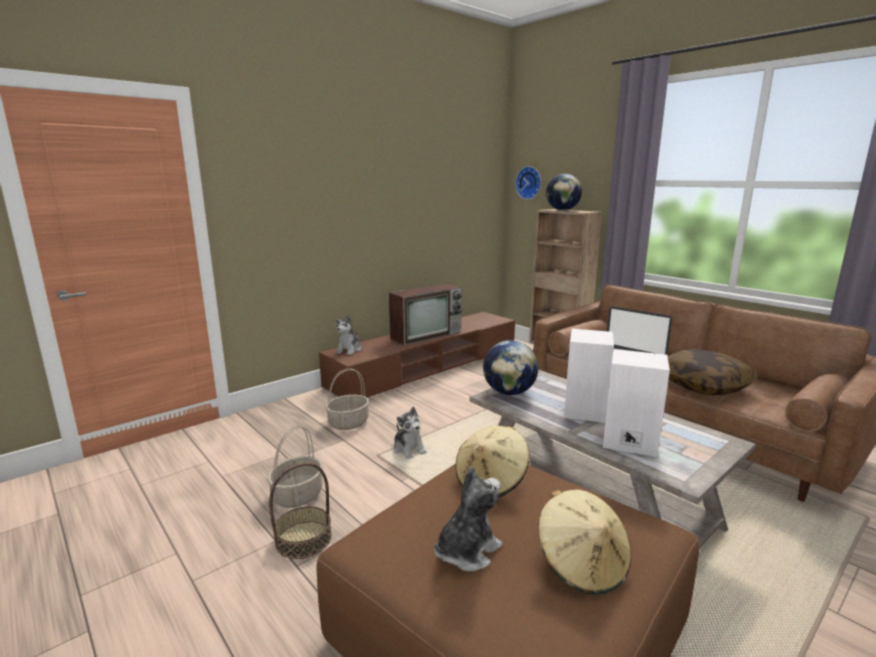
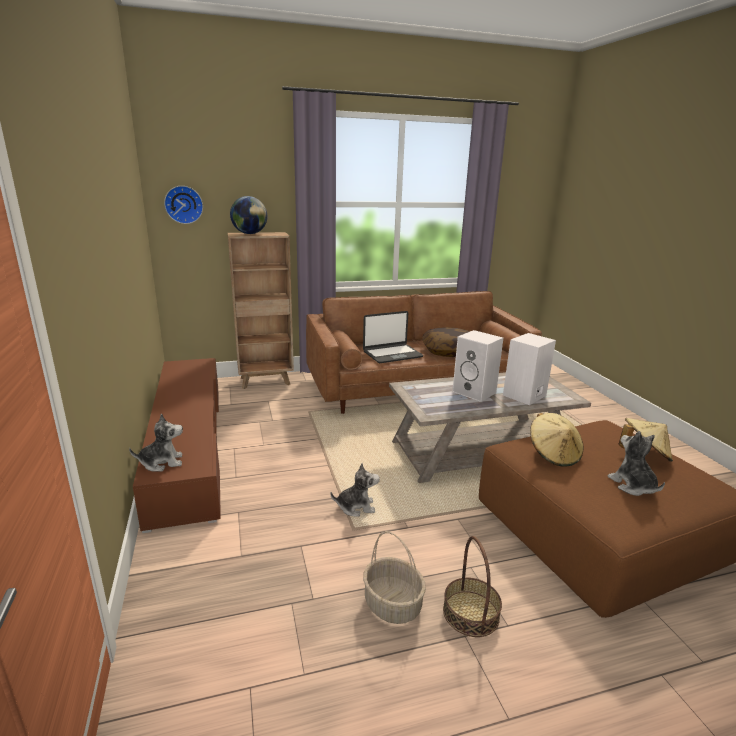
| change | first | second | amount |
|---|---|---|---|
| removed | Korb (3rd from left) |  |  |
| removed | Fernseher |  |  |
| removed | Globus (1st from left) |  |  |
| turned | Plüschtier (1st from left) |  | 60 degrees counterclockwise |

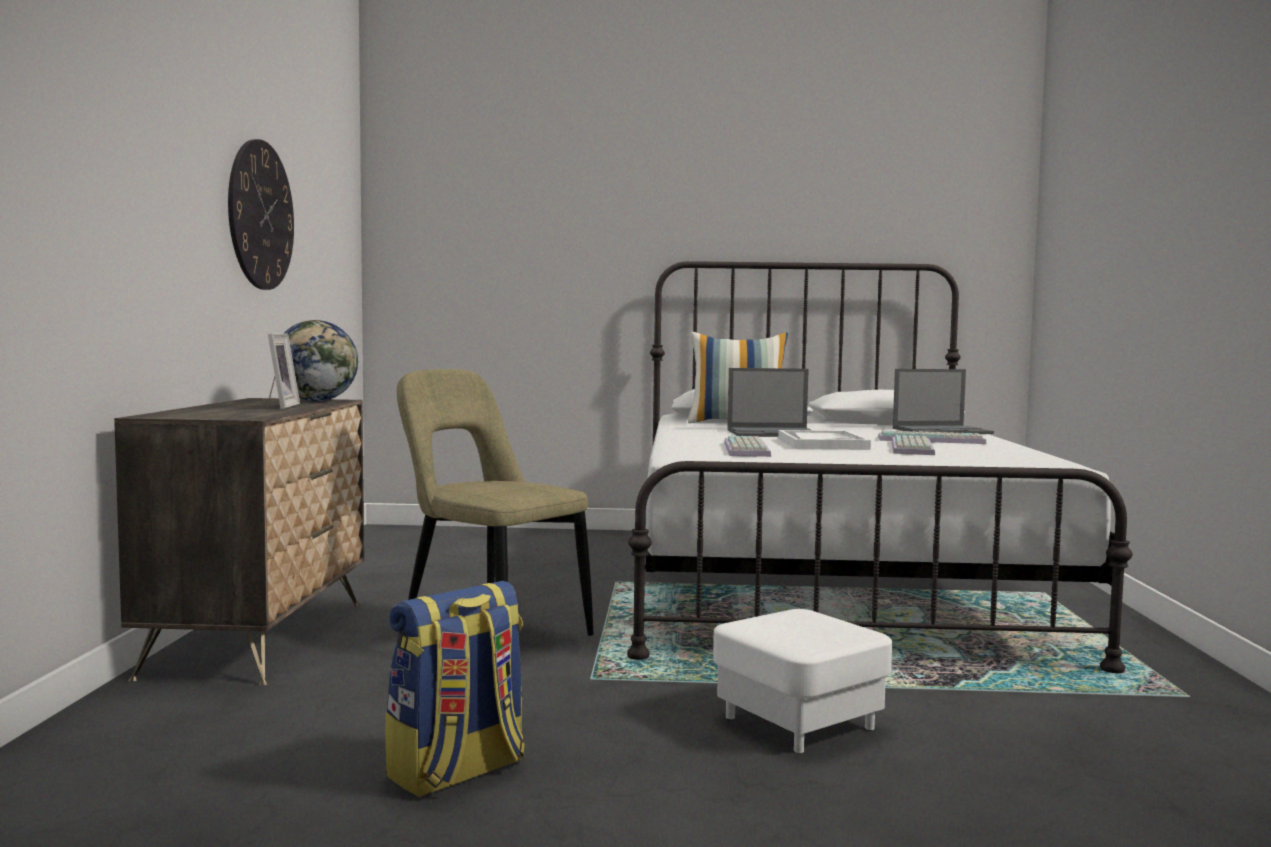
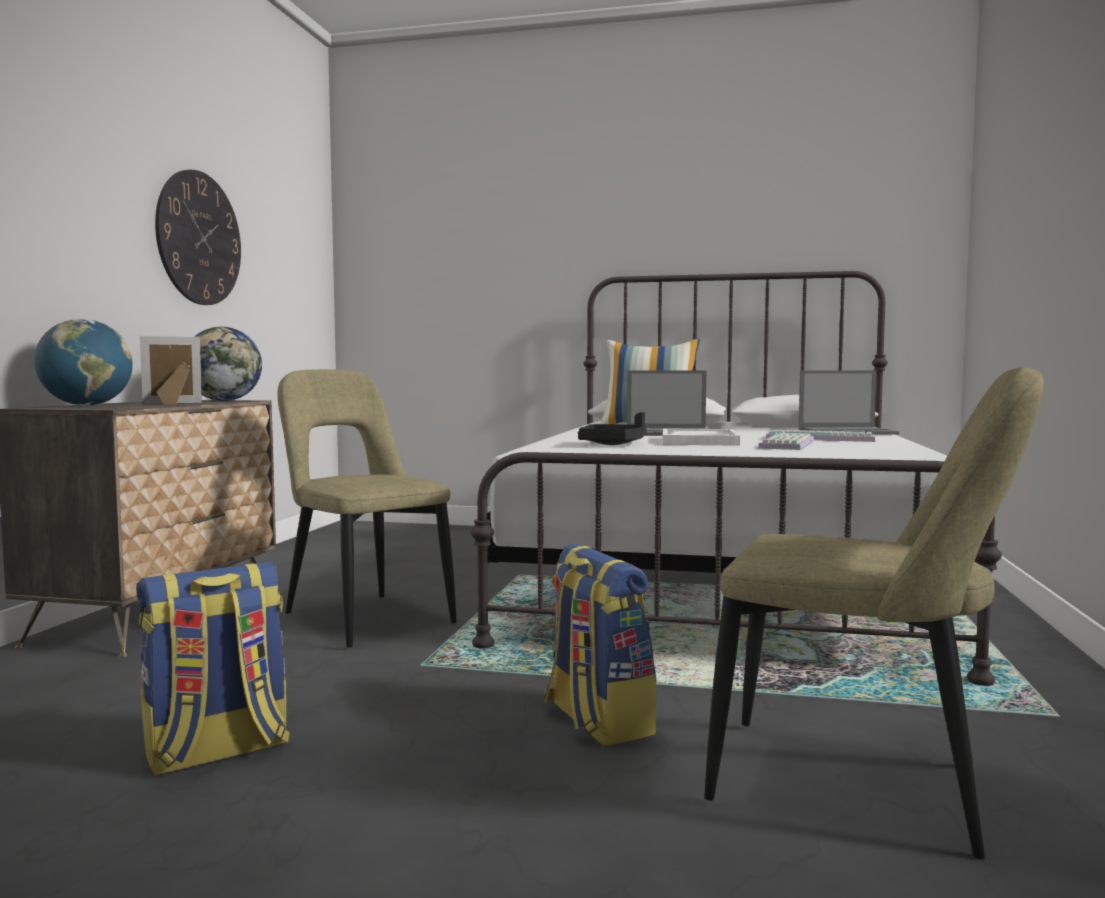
| change | first | second | amount |
|---|---|---|---|
| added |  | Globus (1st from left) |  |
| added |  | Stuhl [beige] (2nd from left) |  |
| replaced | Polsterhocker [weiß] | Rucksack (2nd from left) |  |
| replaced | Tastatur (1st from left) | Tablett [schwarz] |  |
| turned | Bilderrahmen |  | 120 degrees counterclockwise |

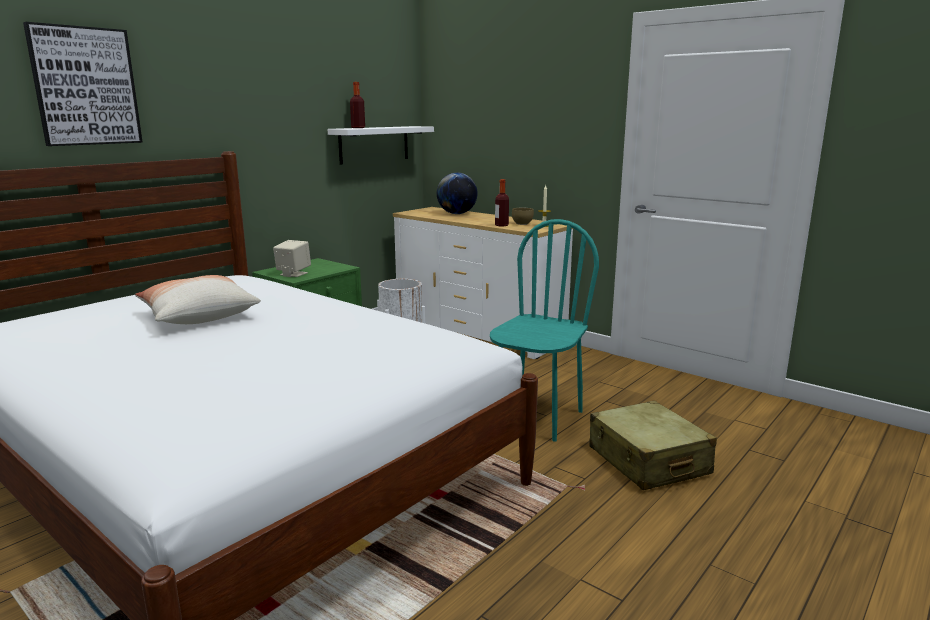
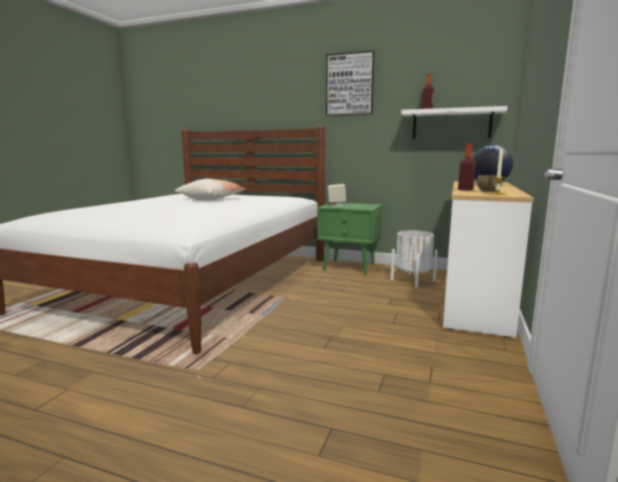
| change | first | second | amount |
|---|---|---|---|
| removed | Stuhl [türkis] |  |  |
| removed | Koffer [beige] |  |  |
| moved | Bild |  |  |

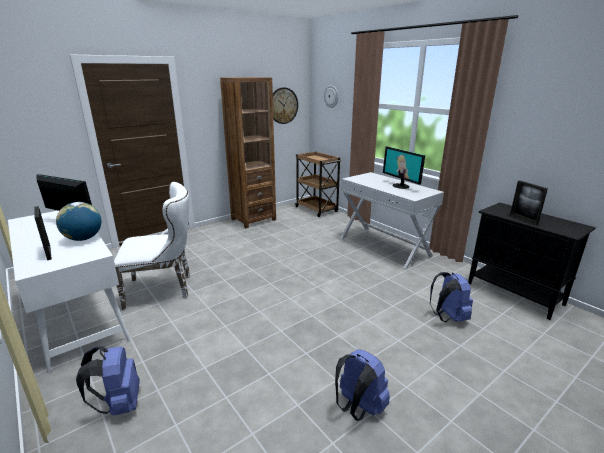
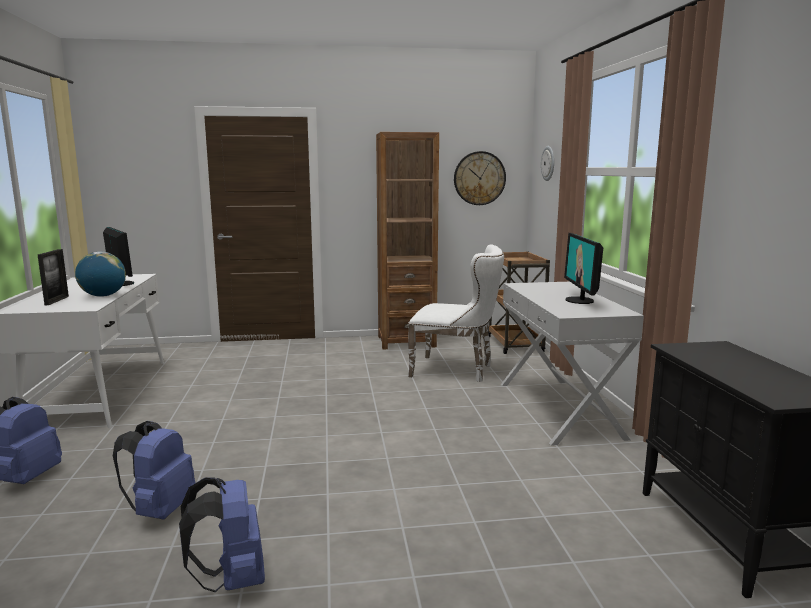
| change | first | second | amount |
|---|---|---|---|
| removed | Bilderrahmen (2nd from left) |  |  |
| moved | Stuhl [weiß] |  |  |
| moved | Rucksack [blau] (3rd from left in the first image) | Rucksack [blau] (2nd from left) |  |

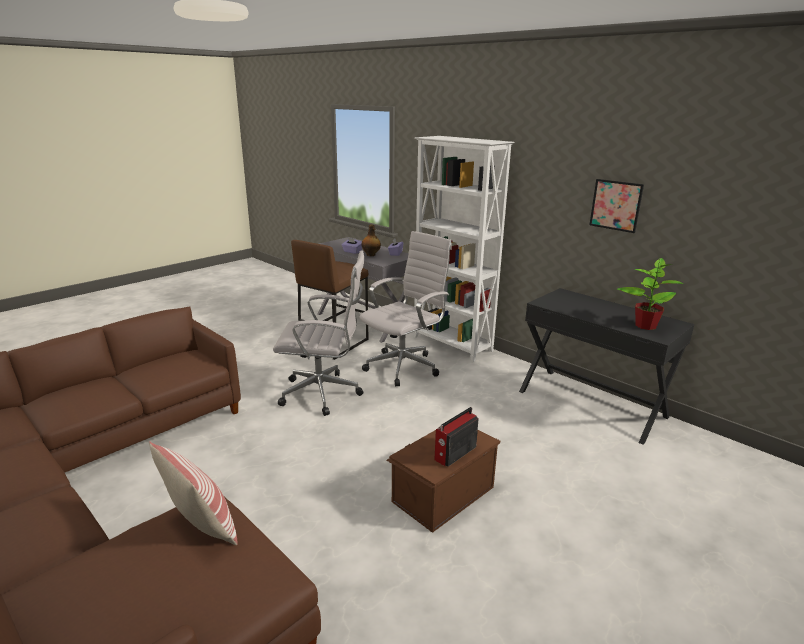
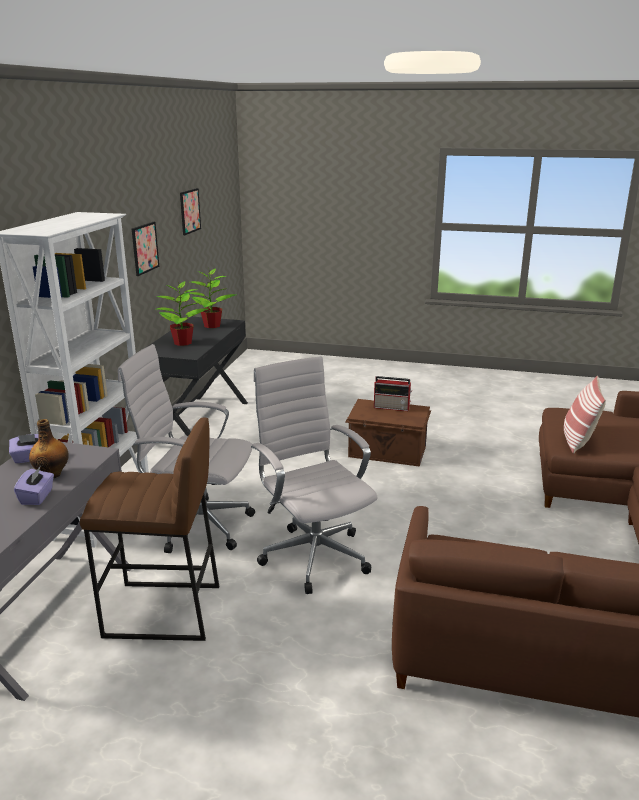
| change | first | second | amount |
|---|---|---|---|
| added |  | Topfpflanze (1st from left) |  |
| added |  | Bild (2nd from left) |  |

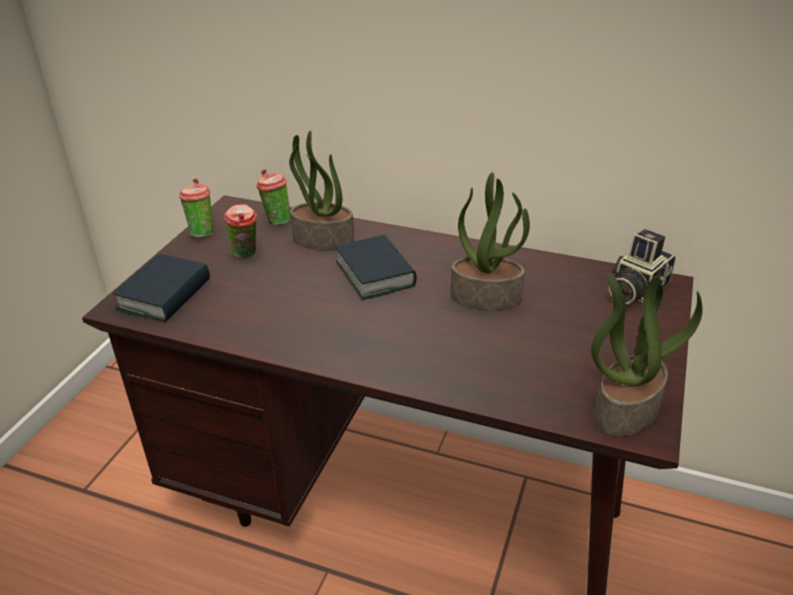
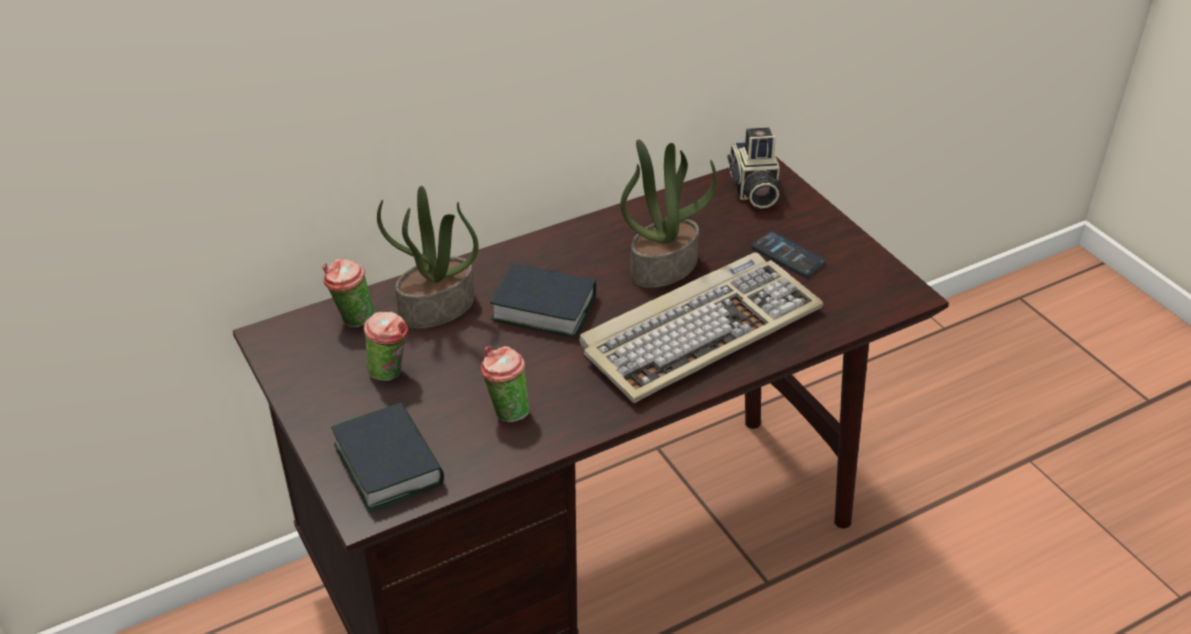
| change | first | second | amount |
|---|---|---|---|
| removed | Topfpflanze (3rd from left) |  |  |
| added |  | Tastatur |  |
| added |  | Handy |  |
| moved | Tasse (1st from left in the first image) | Tasse (3rd from left) |  |

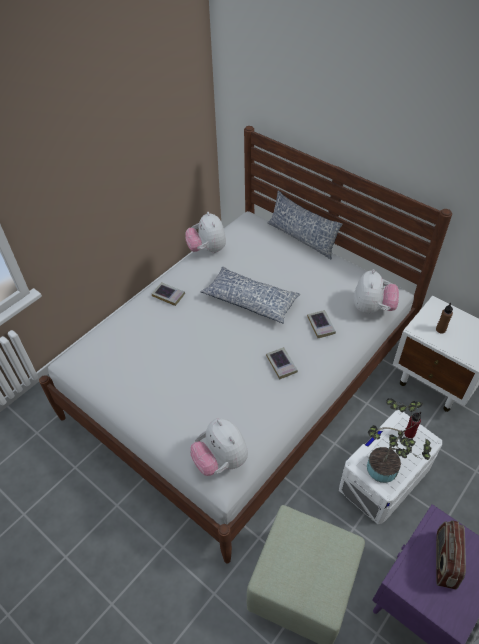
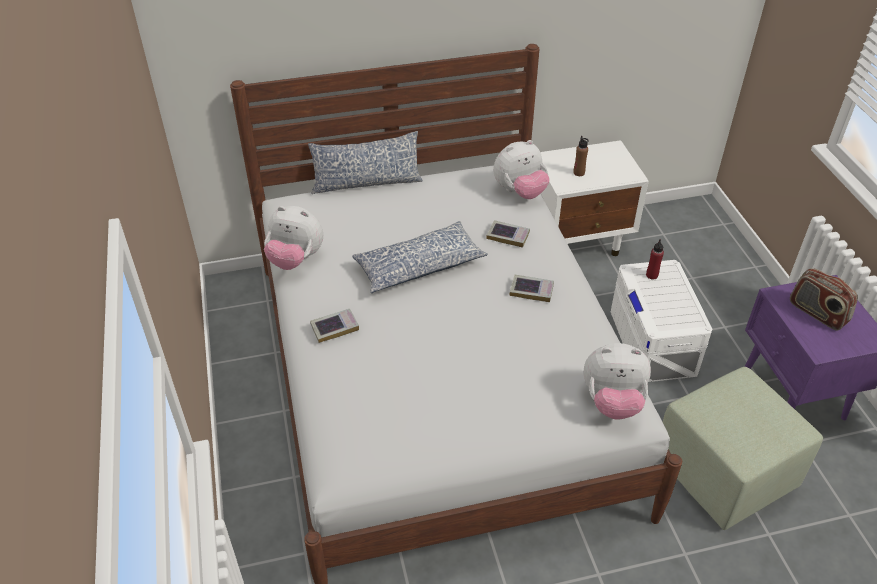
| change | first | second | amount |
|---|---|---|---|
| removed | Topfpflanze |  |  |
| turned | Plüschtier (3rd from left in the first image) | Plüschtier (2nd from left) | 105 degrees clockwise |

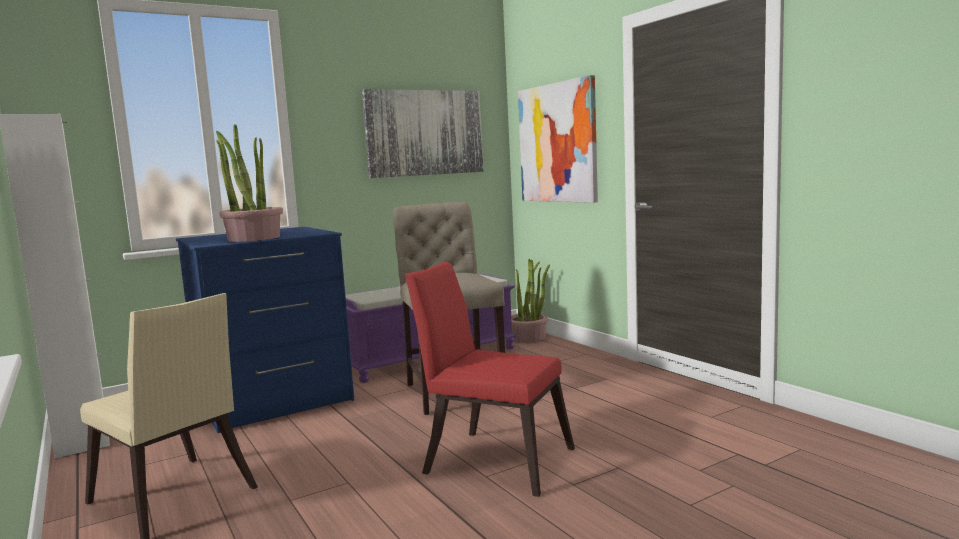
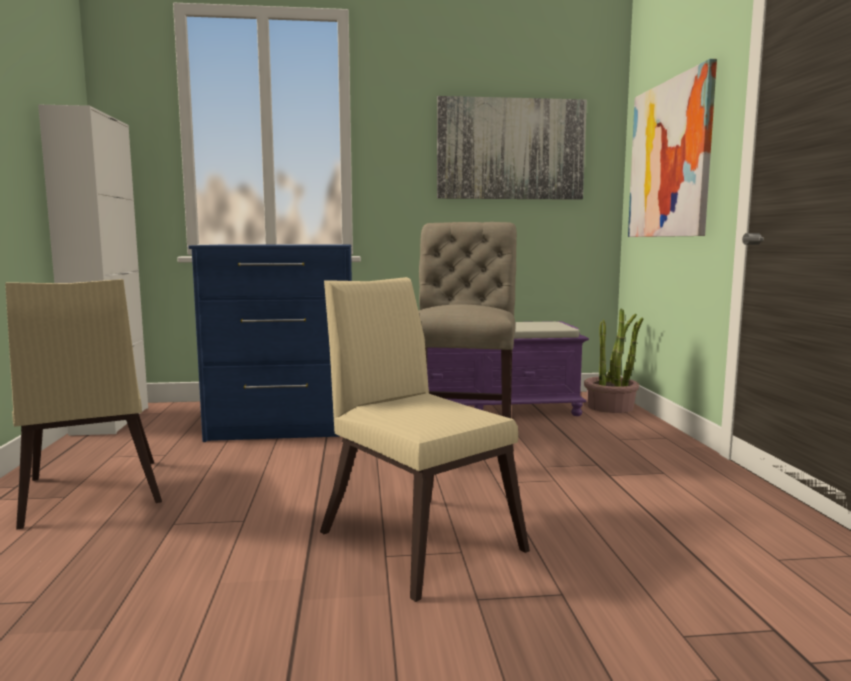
| change | first | second | amount |
|---|---|---|---|
| removed | Topfpflanze (1st from left) |  |  |
| recoloured | Stuhl [rot] | Stuhl [beige] (2nd from left) |  |

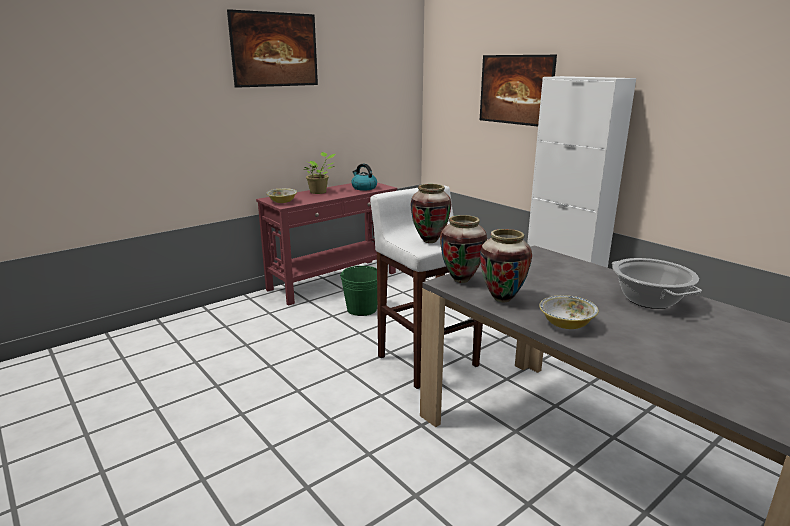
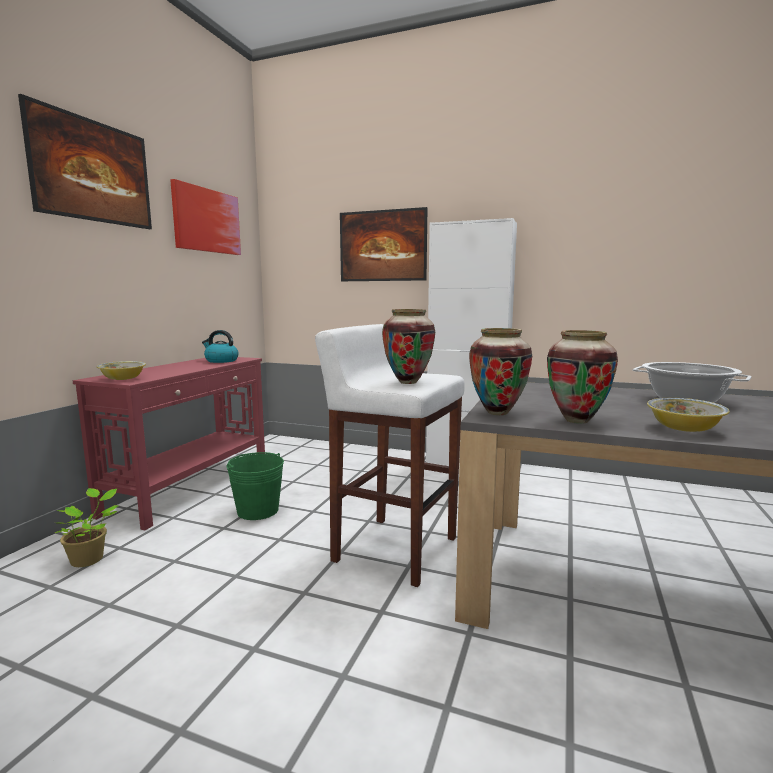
| change | first | second | amount |
|---|---|---|---|
| added |  | Bild (2nd from left) |  |
| moved | Topfpflanze |  |  |

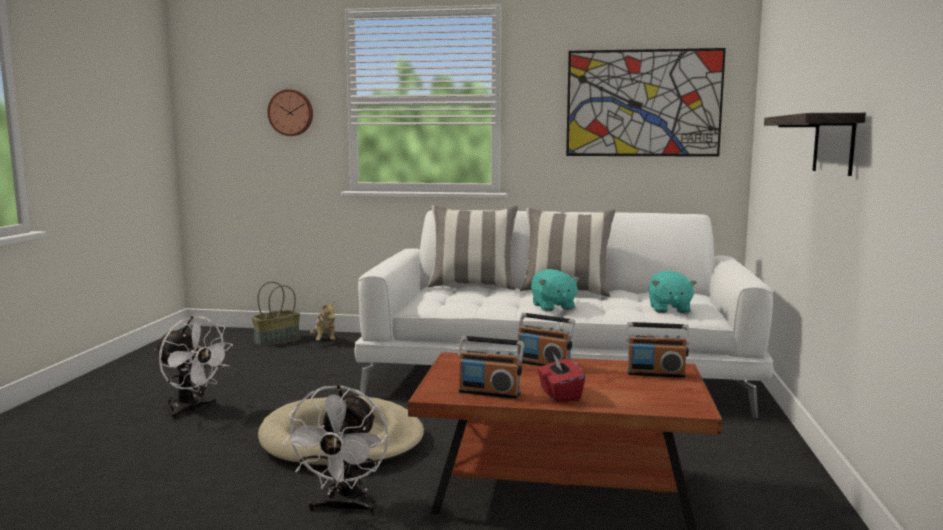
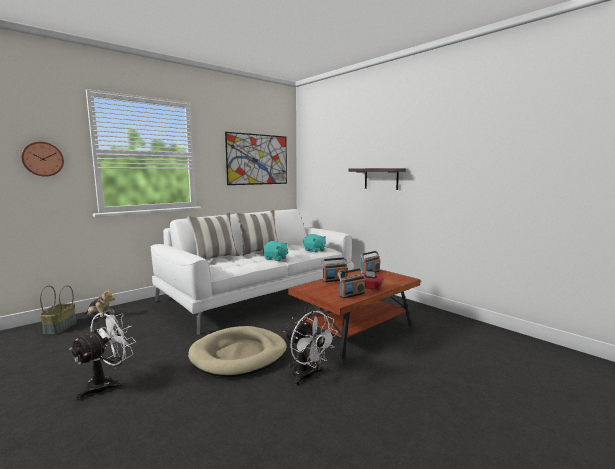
| change | first | second | amount |
|---|---|---|---|
| turned | Ventilator [weiß] (1st from left) |  | 45 degrees counterclockwise |

